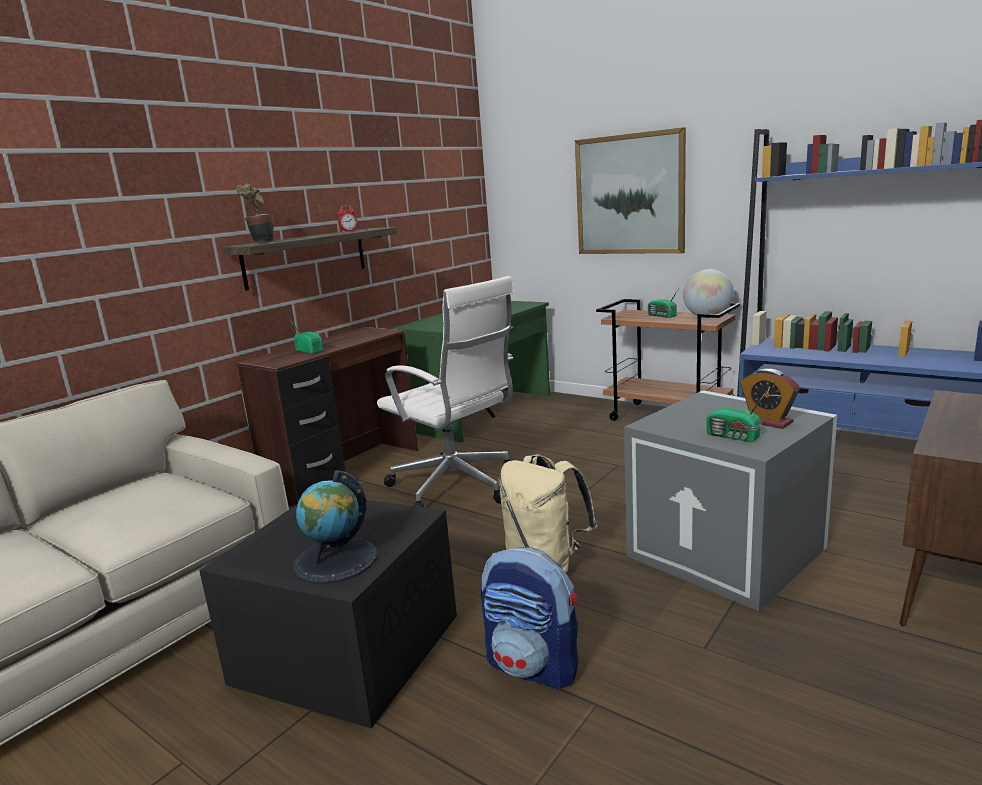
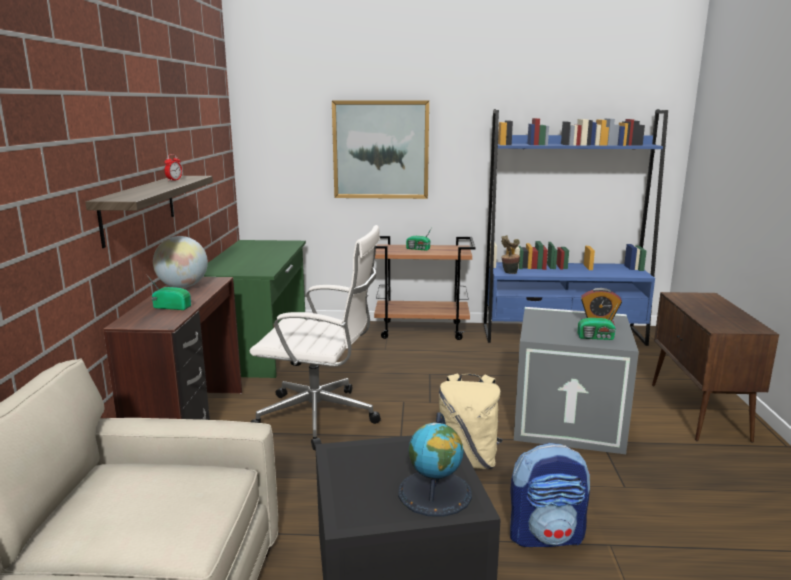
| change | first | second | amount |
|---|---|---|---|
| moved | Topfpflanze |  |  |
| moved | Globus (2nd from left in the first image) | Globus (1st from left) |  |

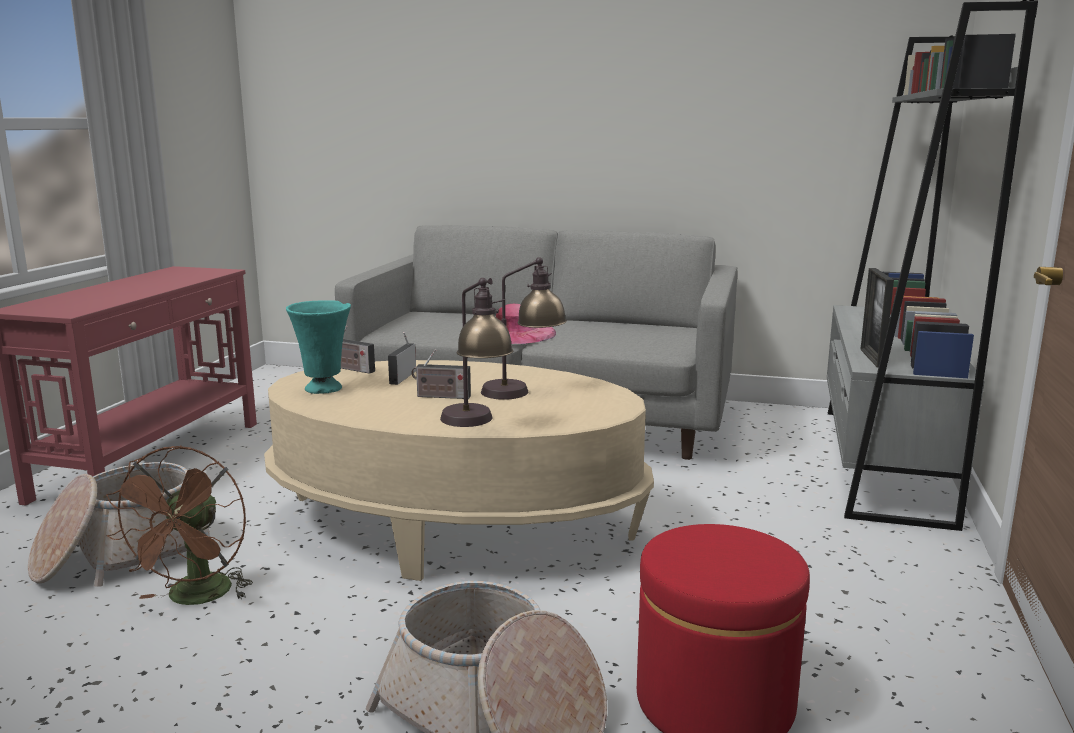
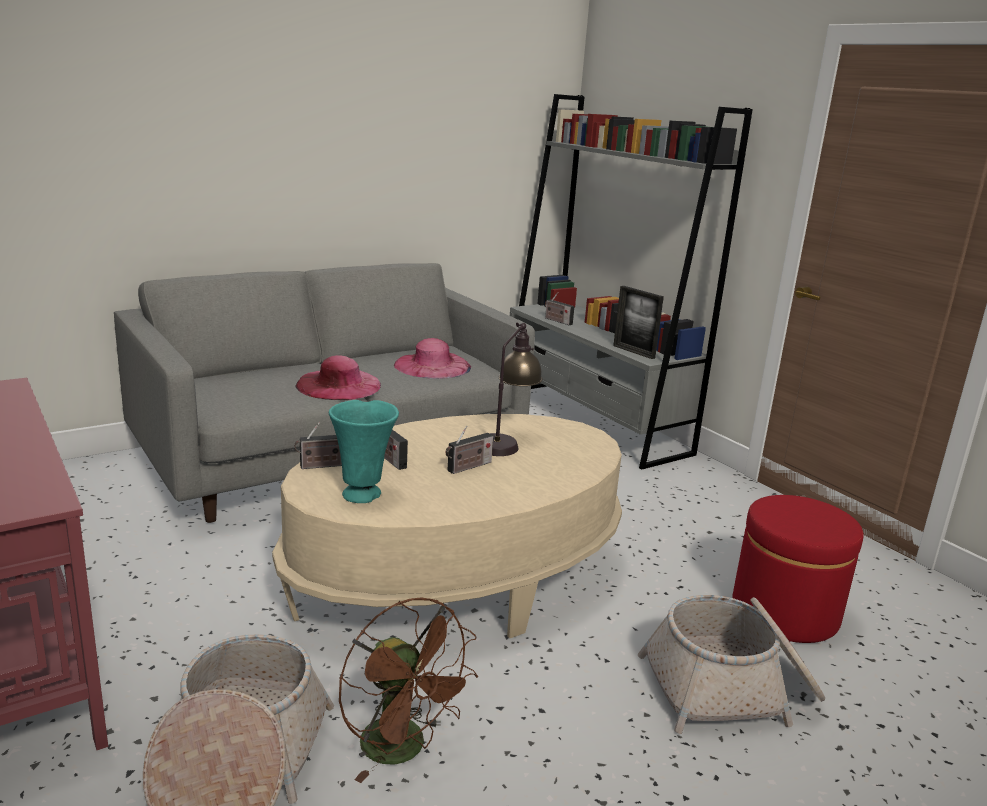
| change | first | second | amount |
|---|---|---|---|
| removed | Tischlampe (1st from left) |  |  |
| added |  | Hut [rosa] (2nd from left) |  |
| added |  | Radio (4th from left) |  |

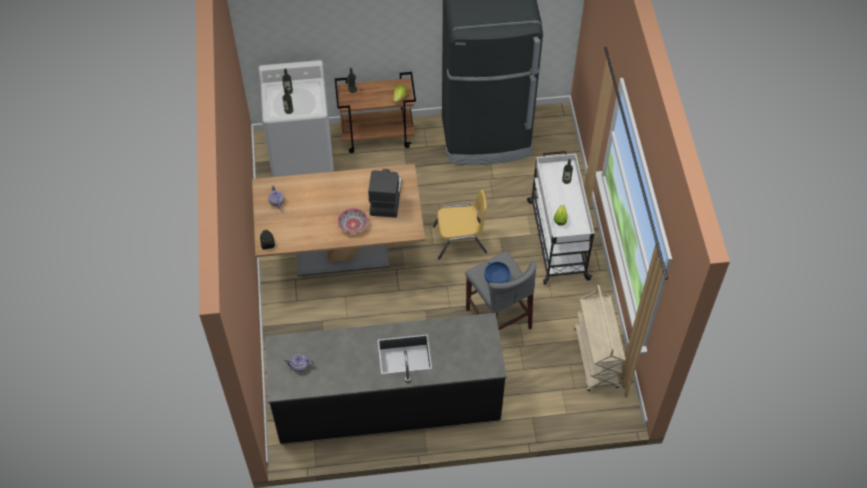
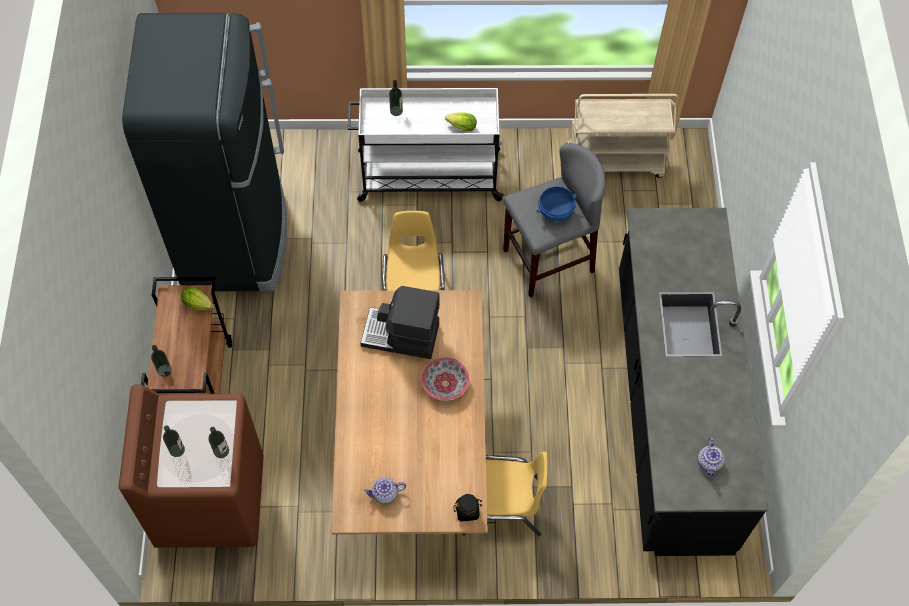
| change | first | second | amount |
|---|---|---|---|
| added |  | Stuhl [gelb] (2nd from left) |  |
| recoloured | Waschmaschine [weiß] | Waschmaschine [braun] |  |

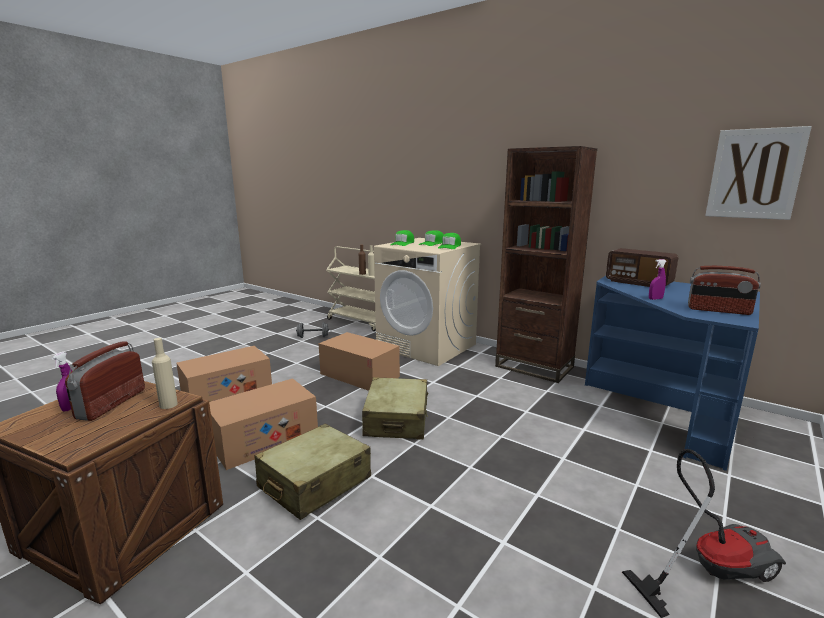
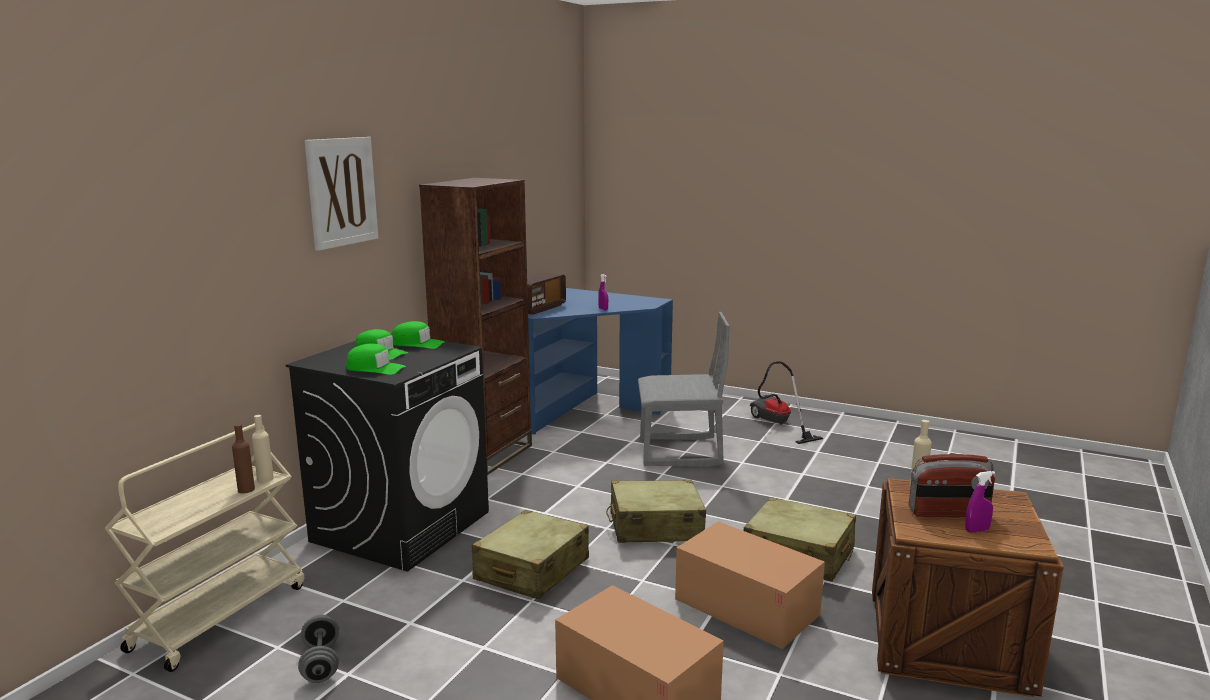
| change | first | second | amount |
|---|---|---|---|
| removed | Radio (3rd from left) |  |  |
| added |  | Stuhl [grau] |  |
| moved | Bild |  |  |
| replaced | Karton (3rd from left) | Koffer [beige] (1st from left) |  |
| recoloured | Waschmaschine [beige] | Waschmaschine [schwarz] |  |

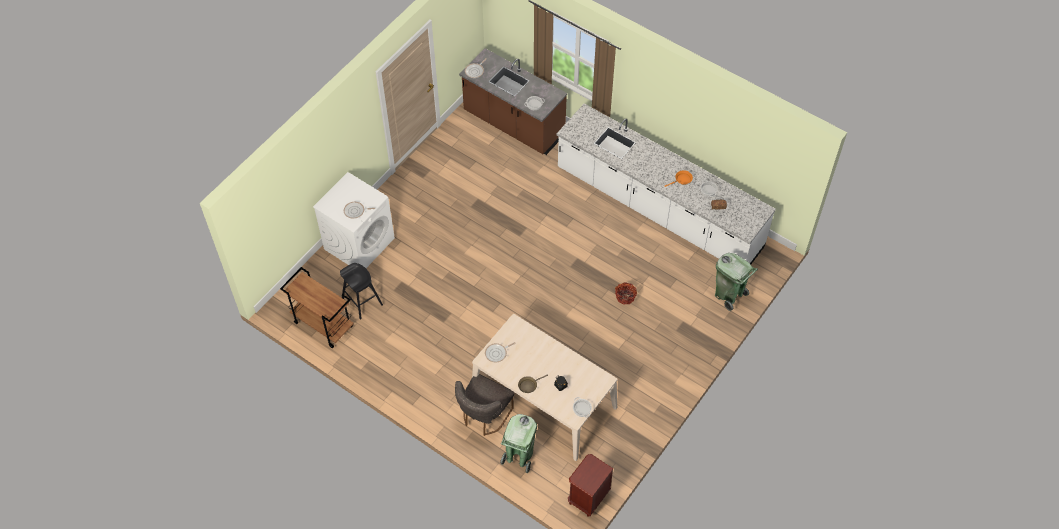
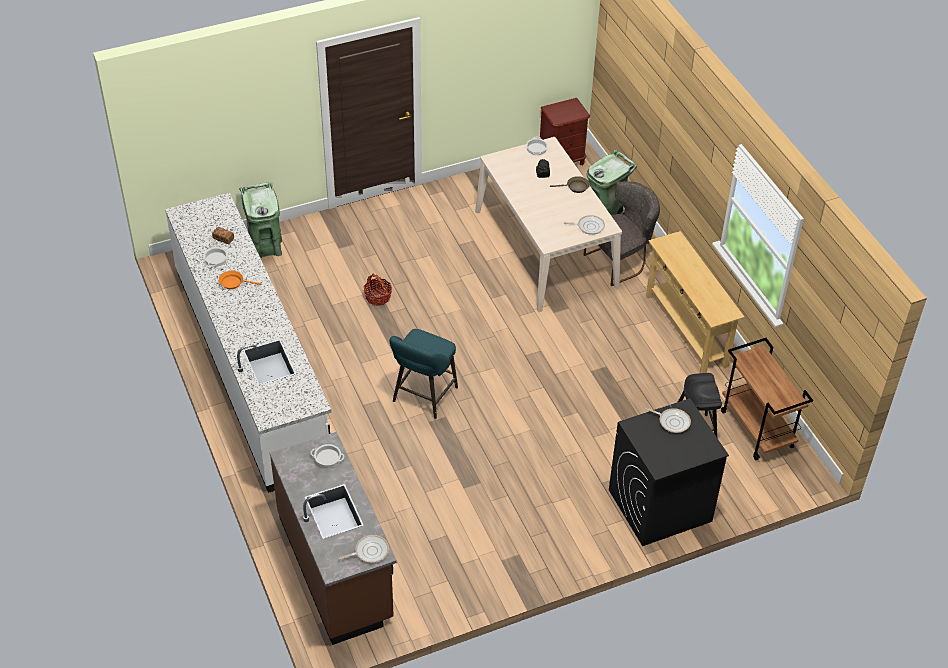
| change | first | second | amount |
|---|---|---|---|
| added |  | Hocker [türkis] |  |
| added |  | Konsolentisch [beige] |  |
| recoloured | Waschmaschine [weiß] | Waschmaschine [schwarz] |  |

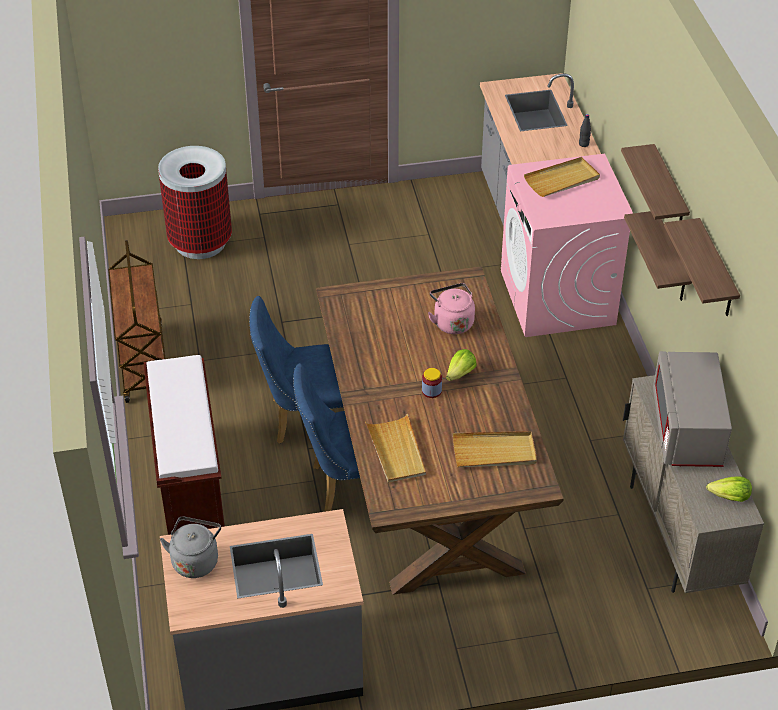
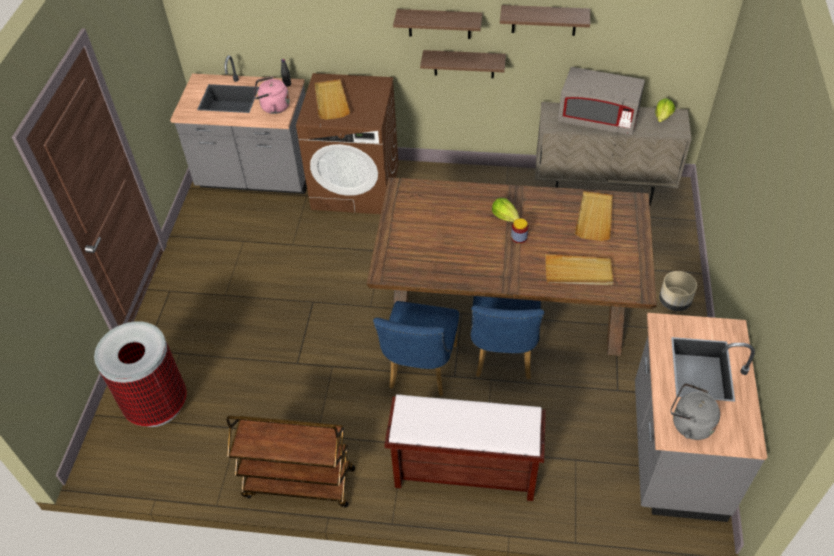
| change | first | second | amount |
|---|---|---|---|
| added |  | Pflanzkübel [beige] |  |
| moved | Wasserkessel [rosa] |  |  |
| recoloured | Waschmaschine [rosa] | Waschmaschine [braun] |  |

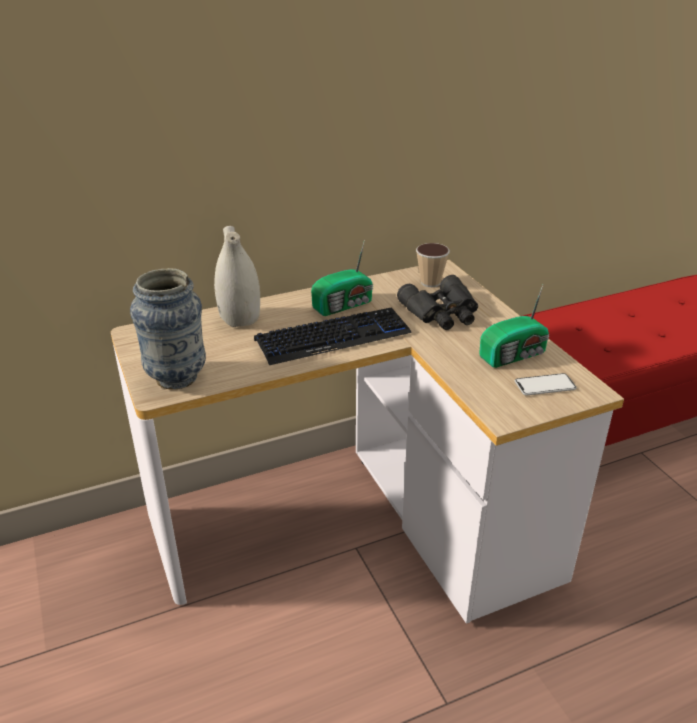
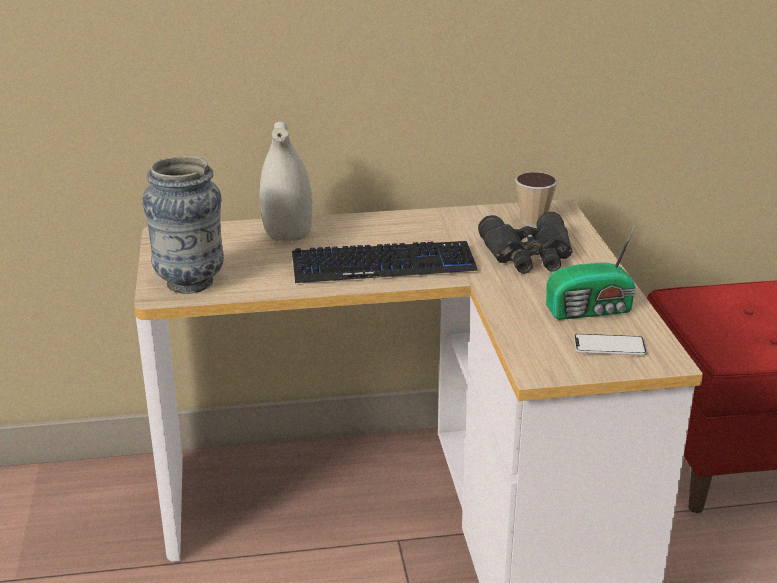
| change | first | second | amount |
|---|---|---|---|
| removed | Radio (1st from left) |  |  |

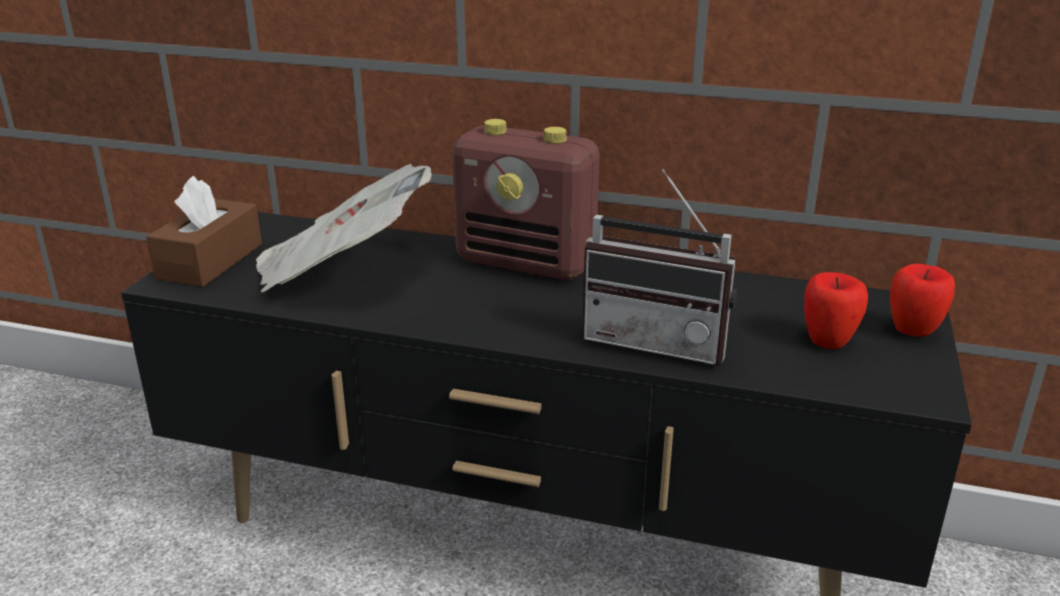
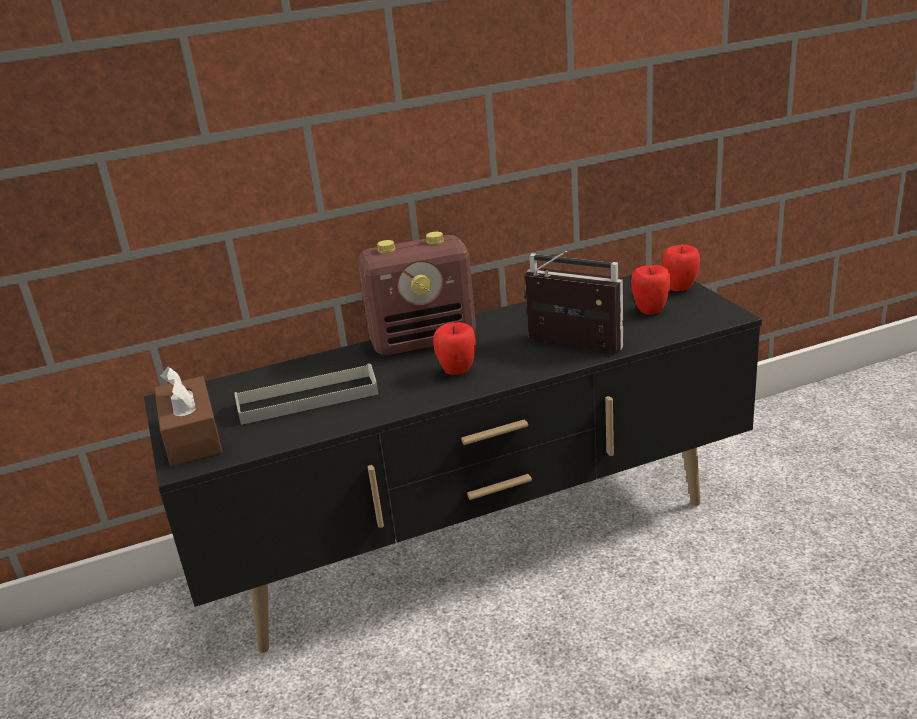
| change | first | second | amount |
|---|---|---|---|
| added |  | Apfel (1st from left) |  |
| replaced | Zeitung | Tablett [grau] |  |
| turned | Radio (2nd from left) |  | 135 degrees counterclockwise |

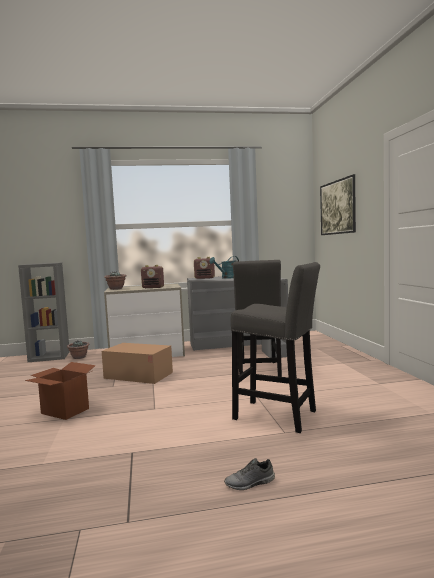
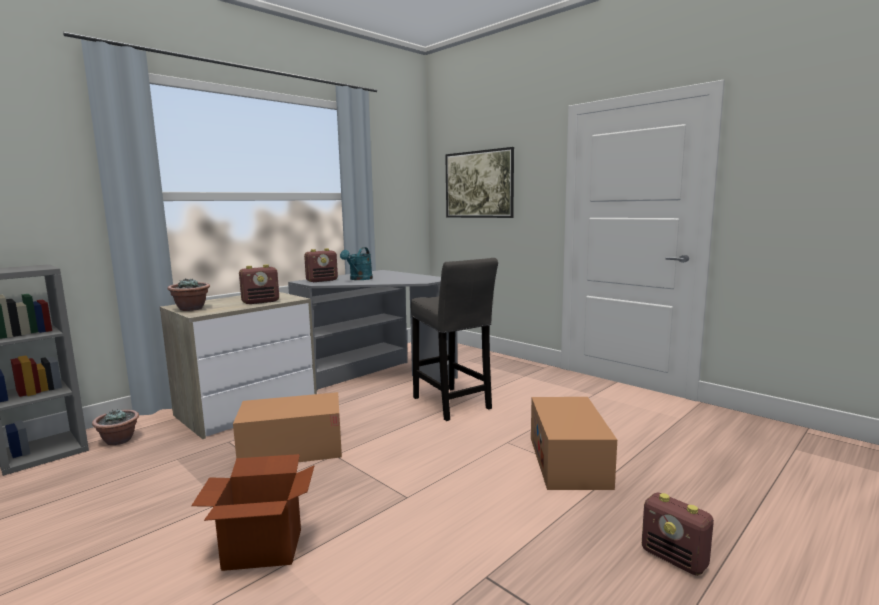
| change | first | second | amount |
|---|---|---|---|
| replaced | Schuh [grau] | Radio (3rd from left) |  |
| replaced | Hocker [grau] (2nd from left) | Karton (3rd from left) |  |

